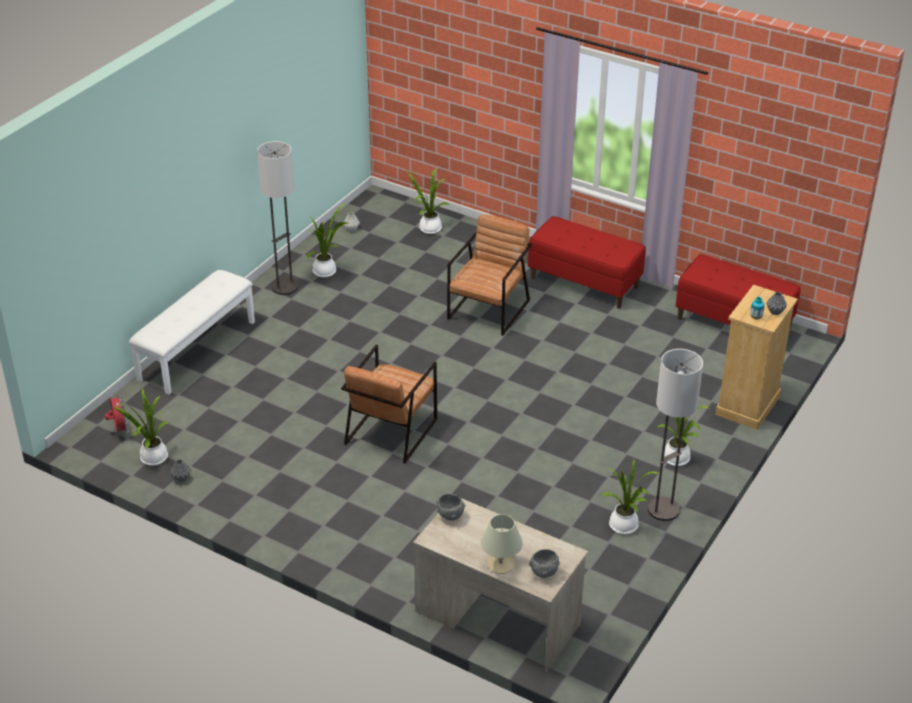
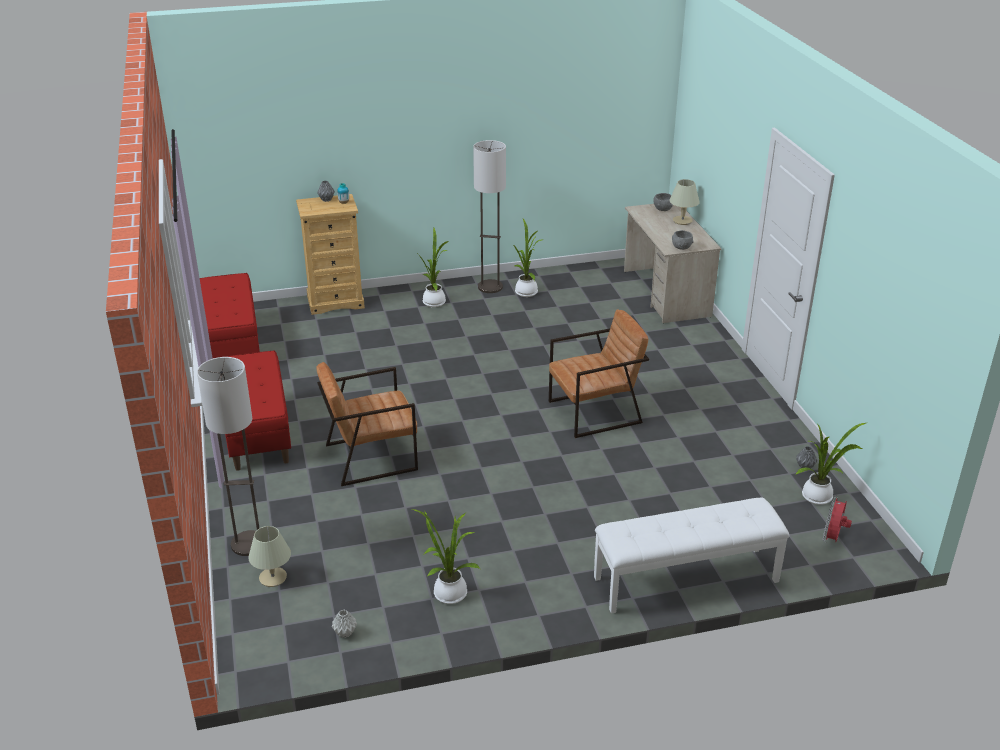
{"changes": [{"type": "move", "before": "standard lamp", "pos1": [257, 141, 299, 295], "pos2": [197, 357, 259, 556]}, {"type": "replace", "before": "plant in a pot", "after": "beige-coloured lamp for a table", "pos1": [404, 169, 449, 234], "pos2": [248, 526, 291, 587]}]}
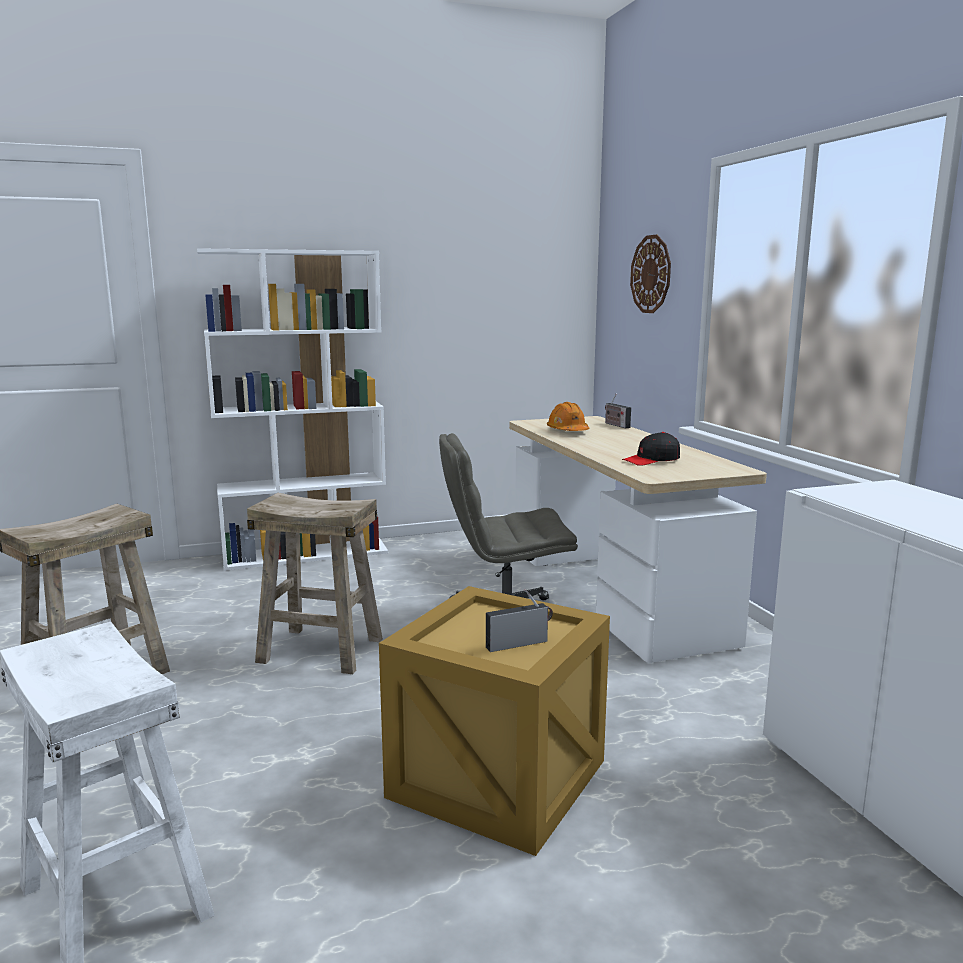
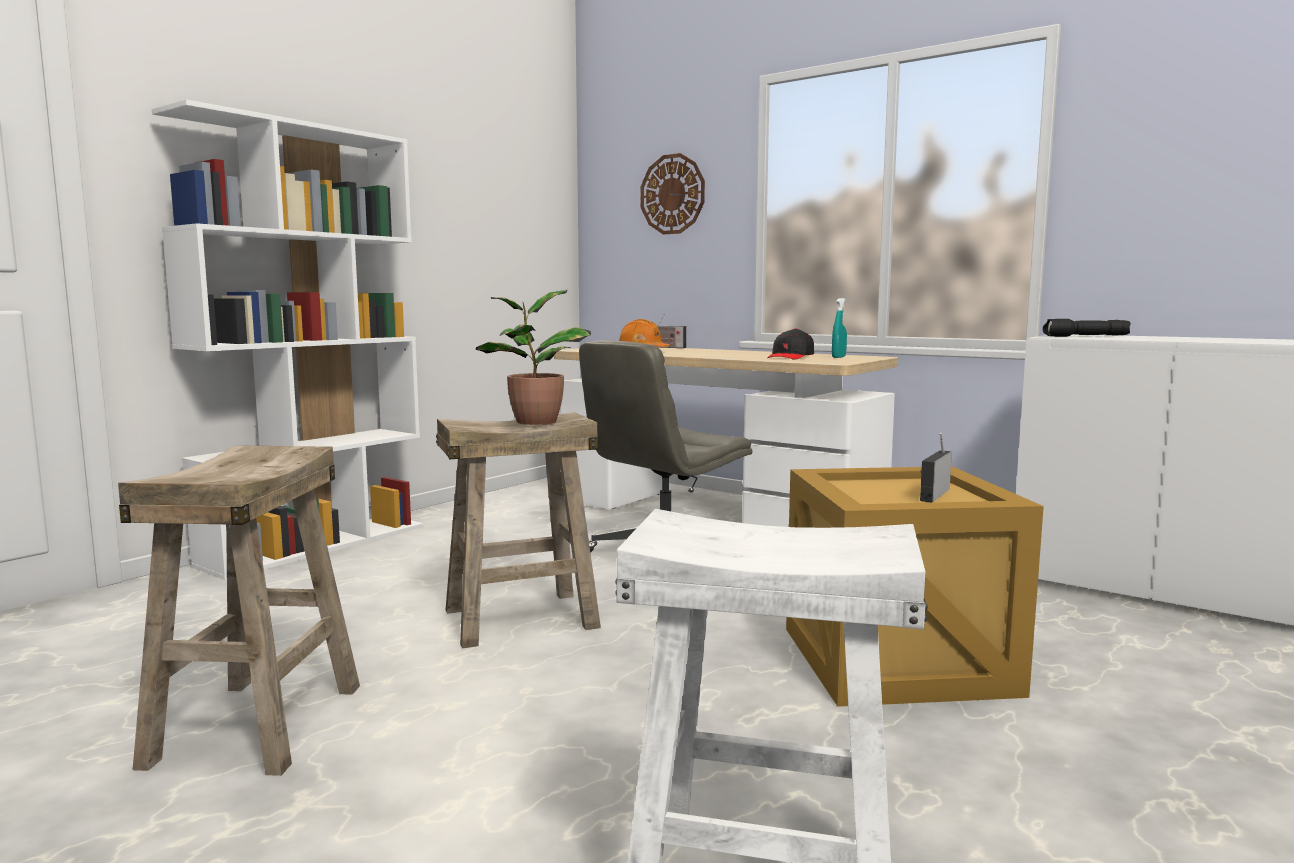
{"changes": [{"type": "insert", "after": "plant in a pot", "pos2": [476, 290, 591, 425]}, {"type": "insert", "after": "turquoise-coloured sprayer", "pos2": [832, 298, 847, 358]}, {"type": "insert", "after": "black hand torch", "pos2": [1043, 319, 1131, 337]}]}
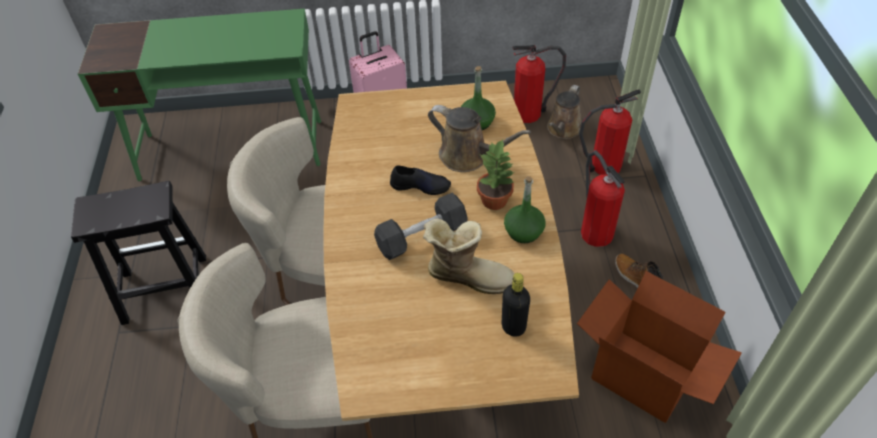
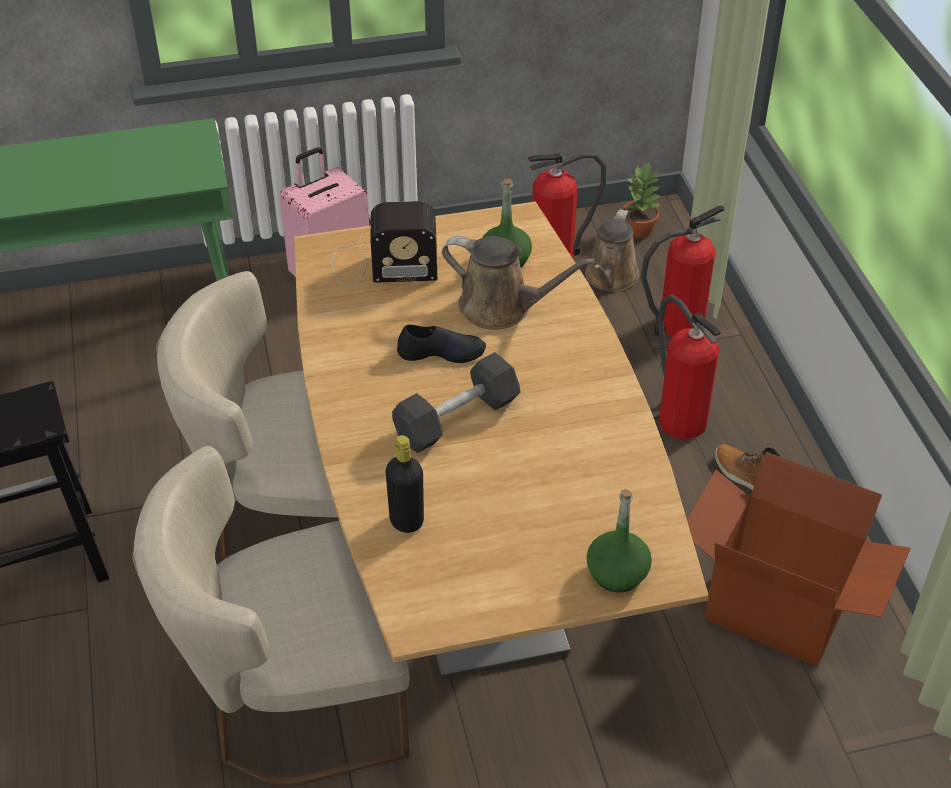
{"changes": [{"type": "delete", "before": "tall boot", "pos1": [423, 218, 515, 294]}, {"type": "insert", "after": "radio", "pos2": [332, 201, 437, 285]}, {"type": "move", "before": "plant in a pot", "pos1": [477, 139, 515, 210], "pos2": [623, 162, 661, 238]}, {"type": "move", "before": "black beverage bottle", "pos1": [502, 273, 530, 337], "pos2": [386, 435, 424, 533]}, {"type": "move", "before": "green-coloured beverage bottle", "pos1": [504, 176, 546, 243], "pos2": [586, 489, 652, 592]}]}
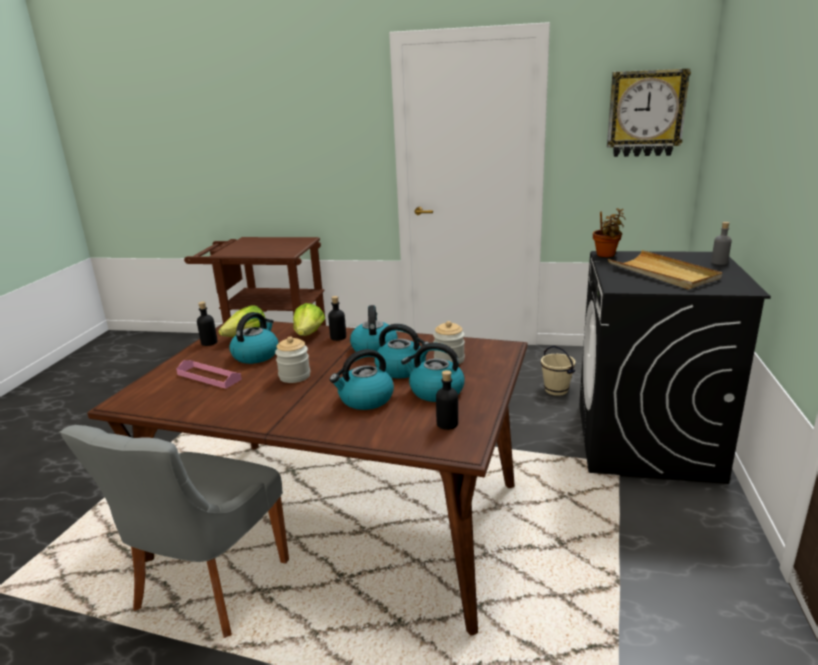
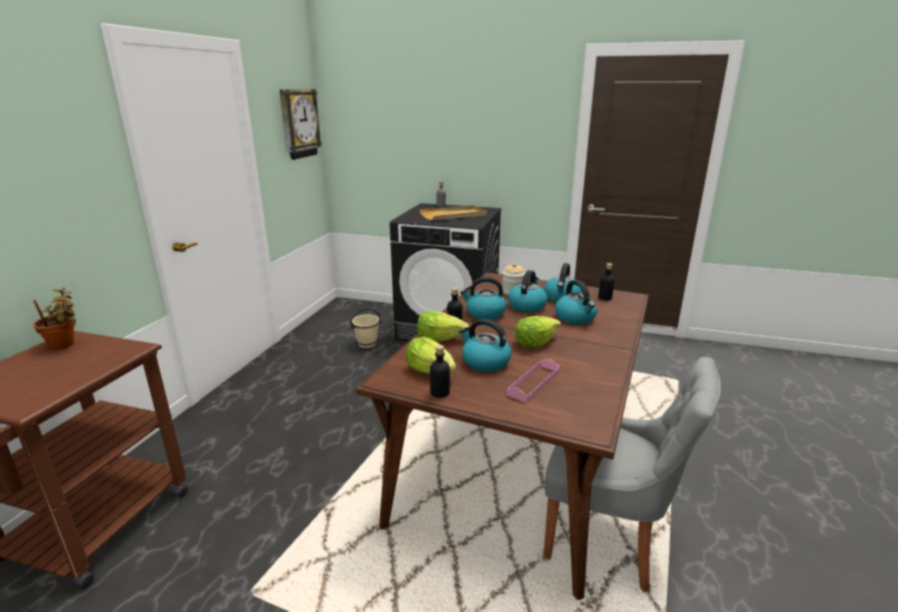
{"changes": [{"type": "move", "before": "plant in a pot", "pos1": [593, 208, 626, 257], "pos2": [33, 288, 76, 350]}, {"type": "replace", "before": "preserve jar", "after": "lettuce", "pos1": [275, 336, 310, 383], "pos2": [515, 316, 561, 348]}]}
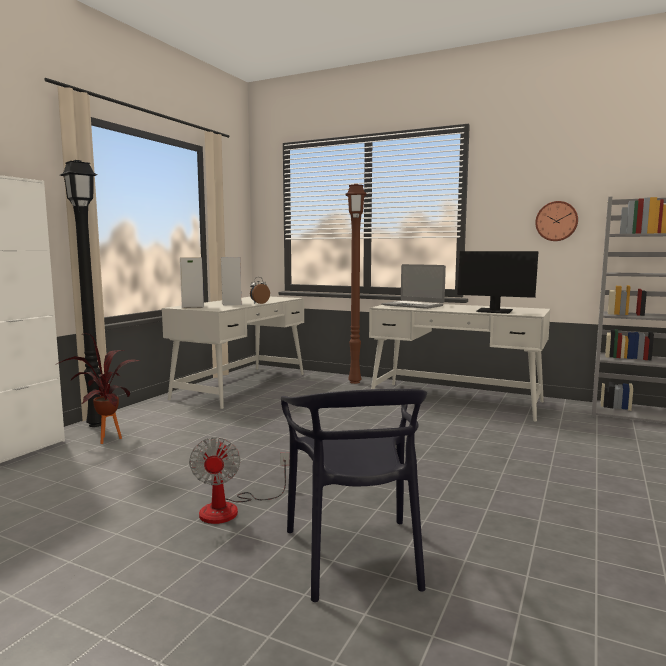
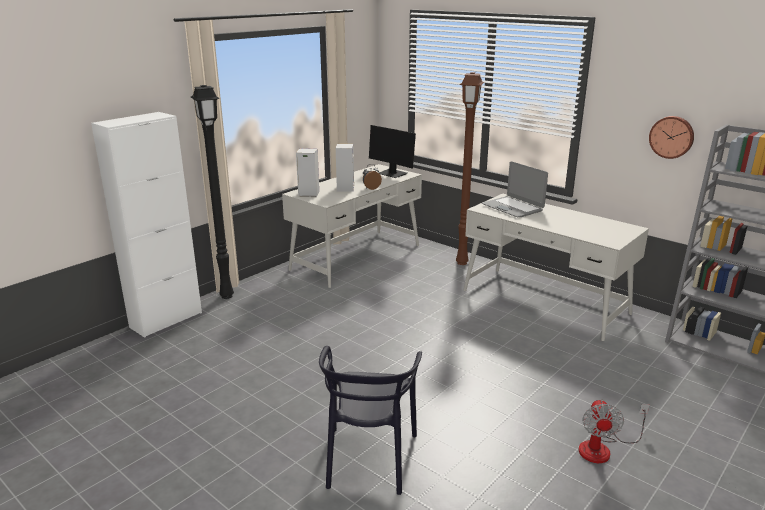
{"changes": [{"type": "delete", "before": "plant in a pot", "pos1": [55, 333, 141, 444]}, {"type": "move", "before": "fan", "pos1": [189, 437, 289, 524], "pos2": [578, 399, 649, 463]}, {"type": "move", "before": "computer screen", "pos1": [457, 251, 539, 314], "pos2": [369, 125, 416, 178]}]}
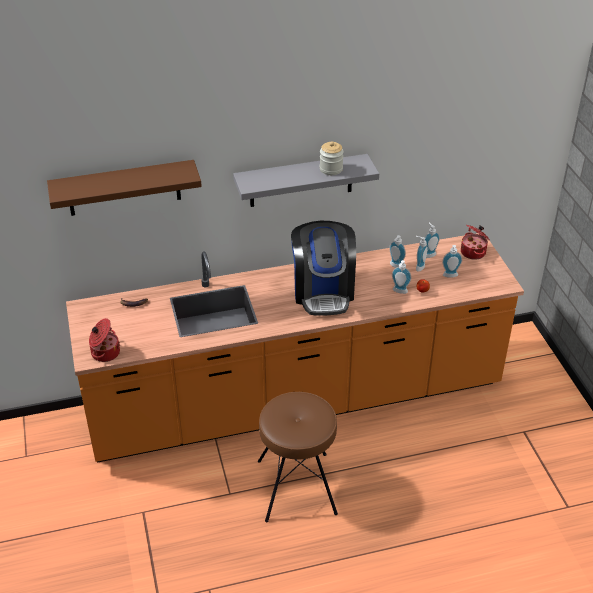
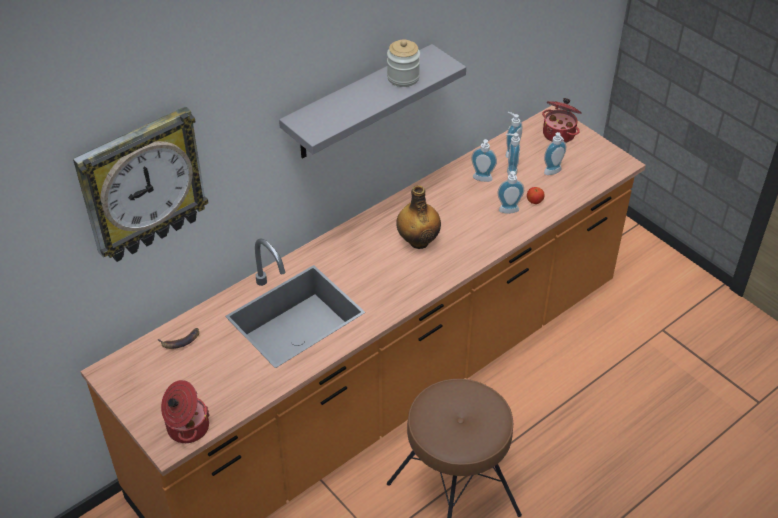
{"changes": [{"type": "replace", "before": "brown wall shelf", "after": "hanging clock", "pos1": [47, 160, 202, 216], "pos2": [73, 106, 209, 262]}, {"type": "replace", "before": "coffee brewer", "after": "beverage bottle", "pos1": [291, 221, 356, 316], "pos2": [396, 185, 441, 249]}]}
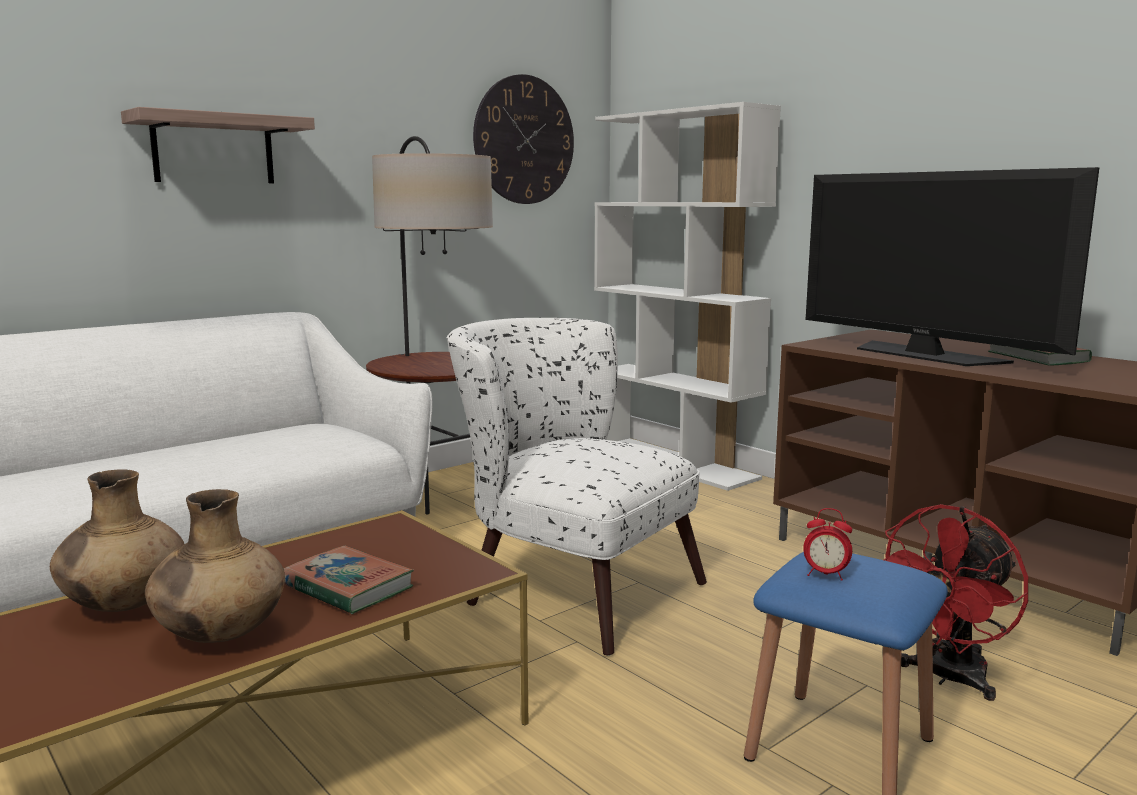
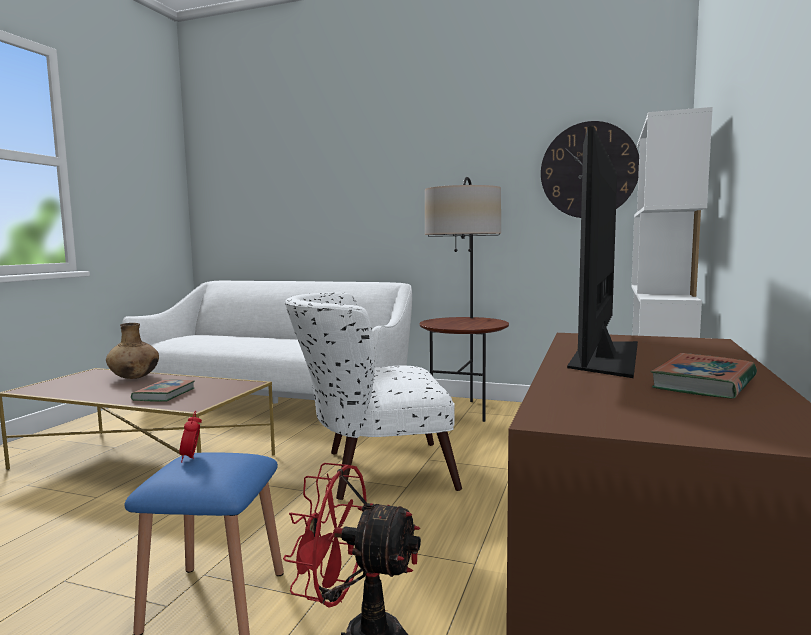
{"changes": [{"type": "delete", "before": "wall shelf", "pos1": [121, 107, 315, 183]}, {"type": "delete", "before": "brown decorative vase", "pos1": [145, 489, 285, 643]}, {"type": "rotate", "before": "white armchair", "pos1": [447, 318, 707, 656], "pos2": [285, 292, 462, 500], "turn": -105}]}
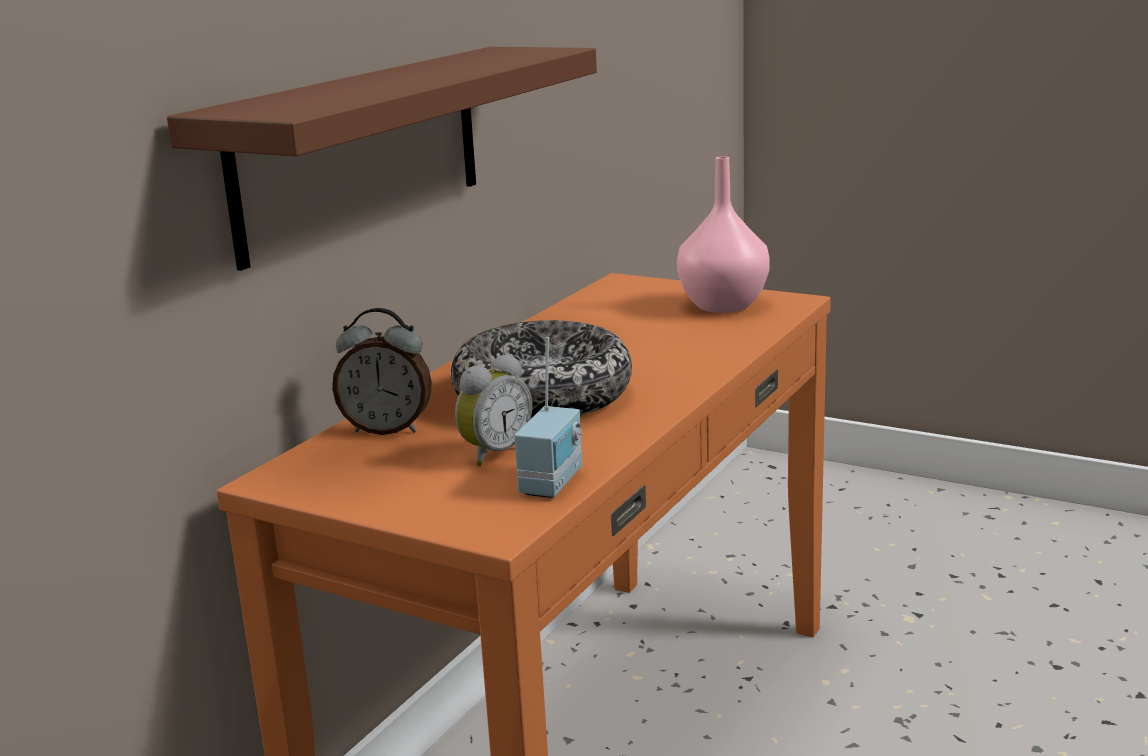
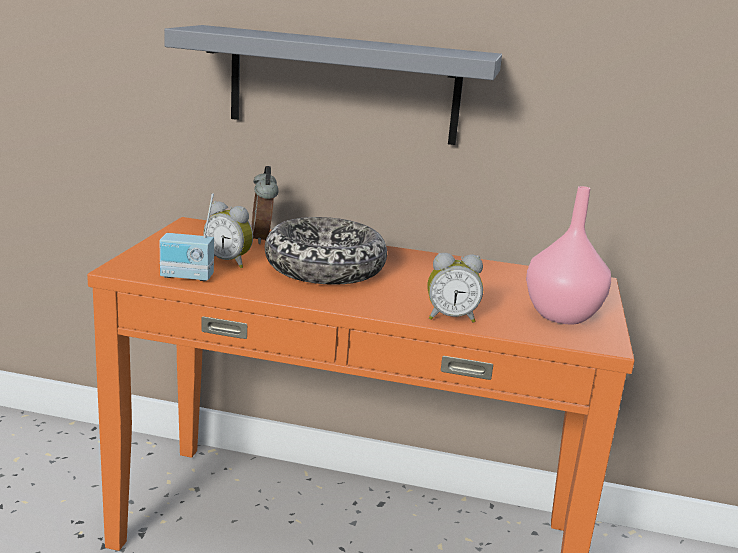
{"changes": [{"type": "insert", "after": "alarm clock", "pos2": [427, 253, 483, 322]}, {"type": "recolor", "before": "brown wall shelf", "after": "gray wall shelf", "pos1": [167, 47, 597, 271], "pos2": [164, 25, 502, 145]}]}
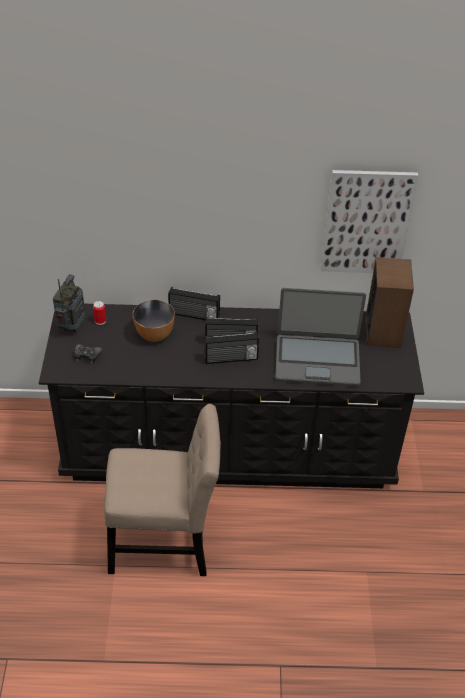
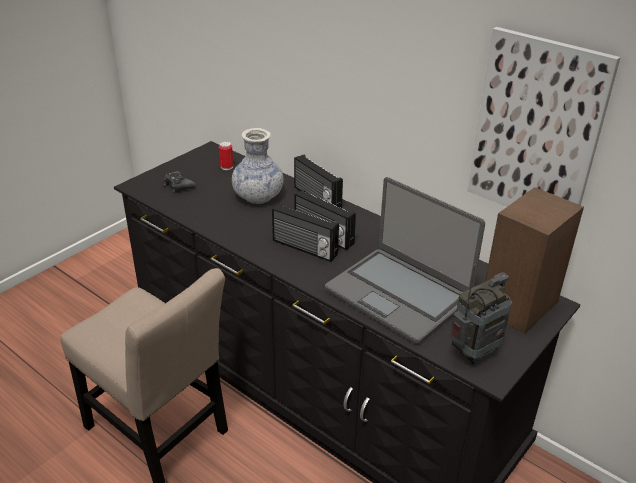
{"changes": [{"type": "move", "before": "radio", "pos1": [53, 274, 85, 334], "pos2": [450, 264, 512, 365]}, {"type": "replace", "before": "deep dish", "after": "decorative vase", "pos1": [133, 300, 175, 342], "pos2": [232, 128, 284, 204]}]}
